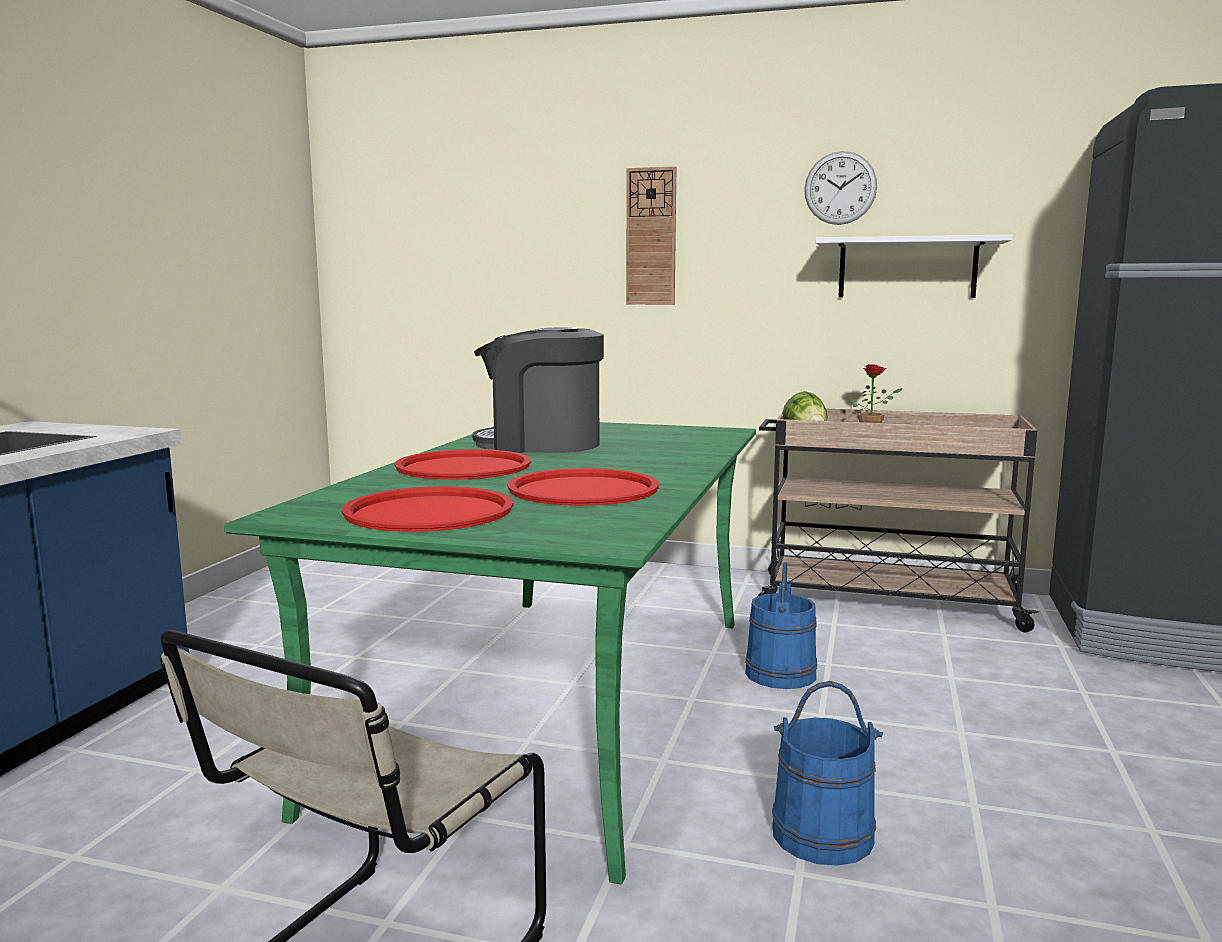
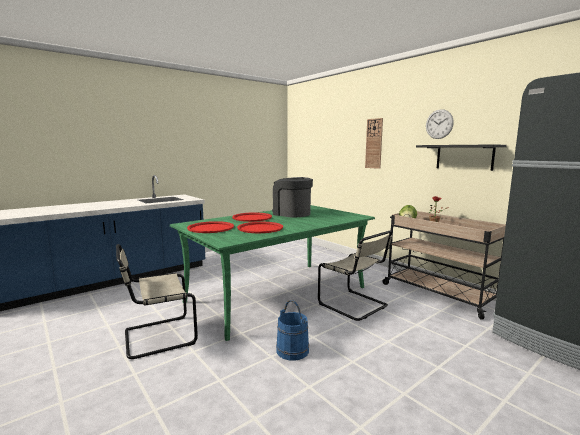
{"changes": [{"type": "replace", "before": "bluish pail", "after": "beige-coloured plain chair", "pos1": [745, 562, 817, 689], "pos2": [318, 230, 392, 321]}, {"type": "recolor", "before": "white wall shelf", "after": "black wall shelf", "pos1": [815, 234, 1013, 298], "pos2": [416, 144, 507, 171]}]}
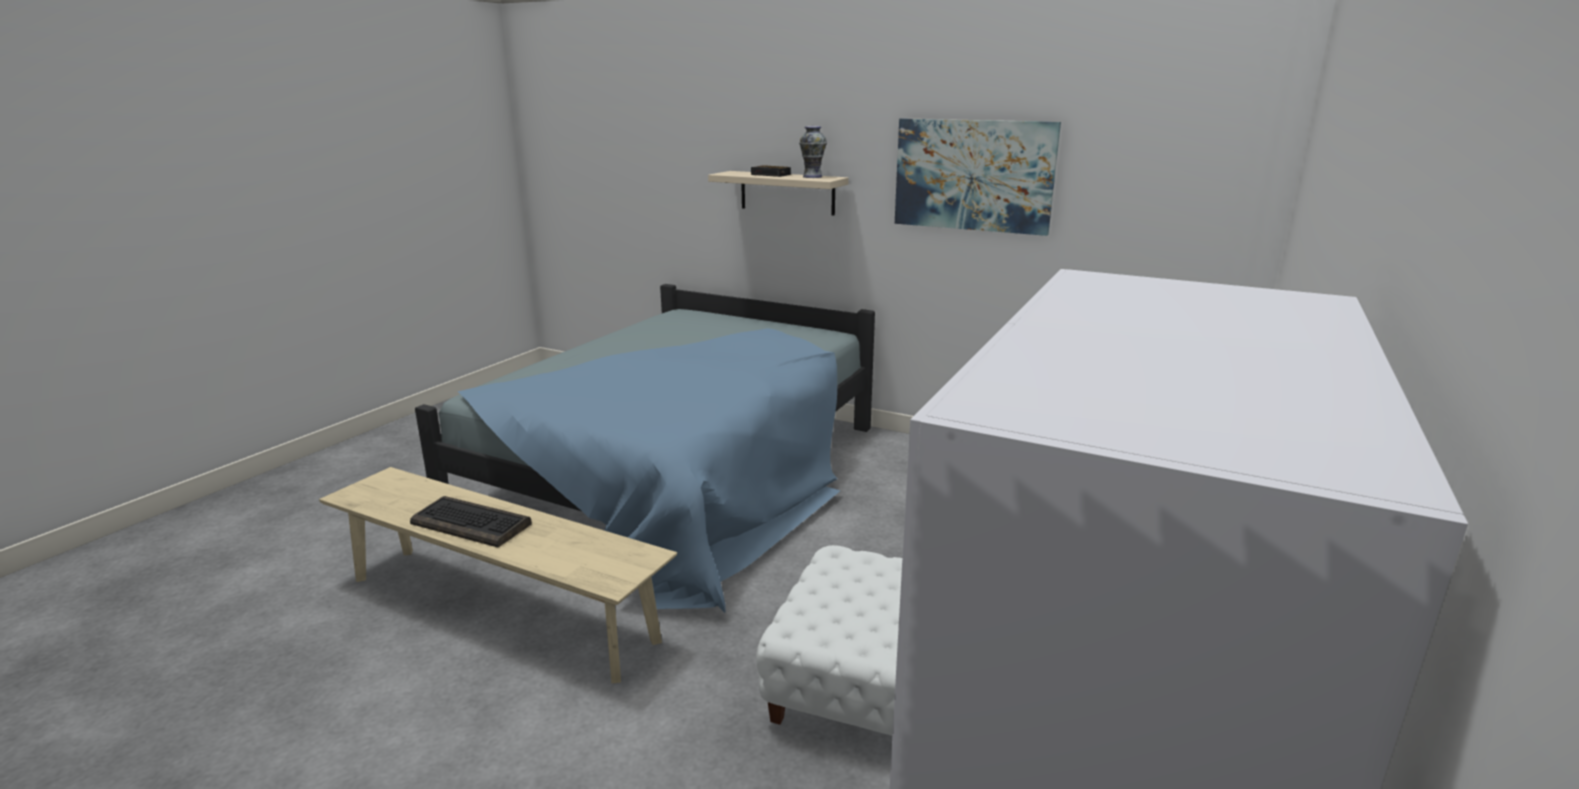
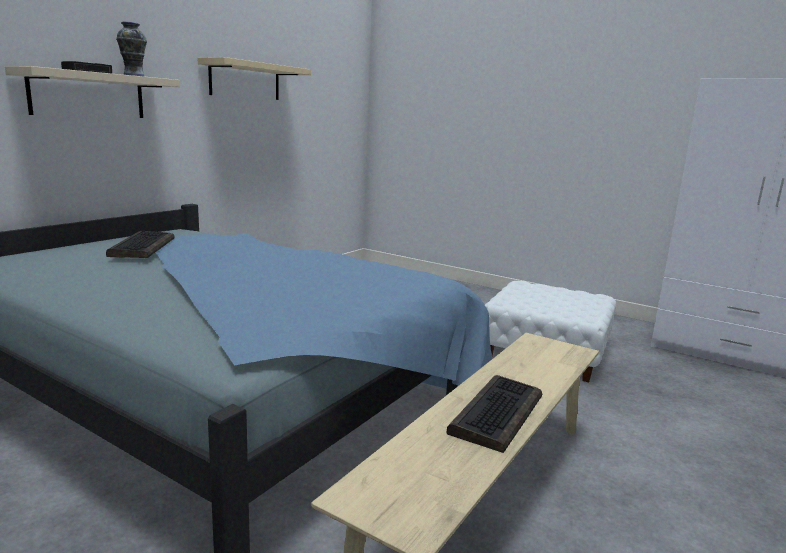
{"changes": [{"type": "insert", "after": "PC keyboard", "pos2": [106, 231, 175, 258]}, {"type": "replace", "before": "picture", "after": "beige-coloured wall shelf", "pos1": [895, 118, 1061, 236], "pos2": [197, 57, 311, 100]}]}
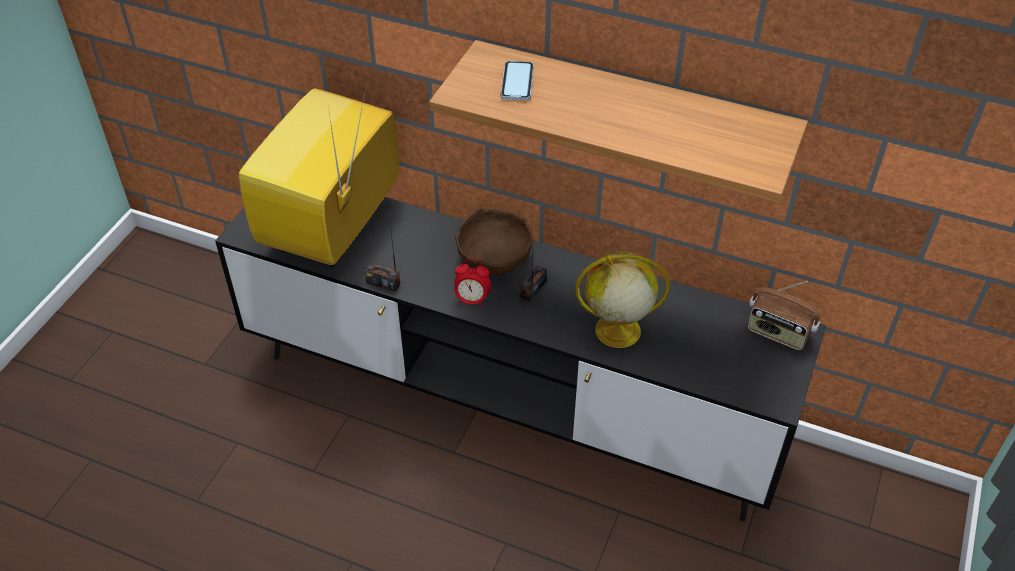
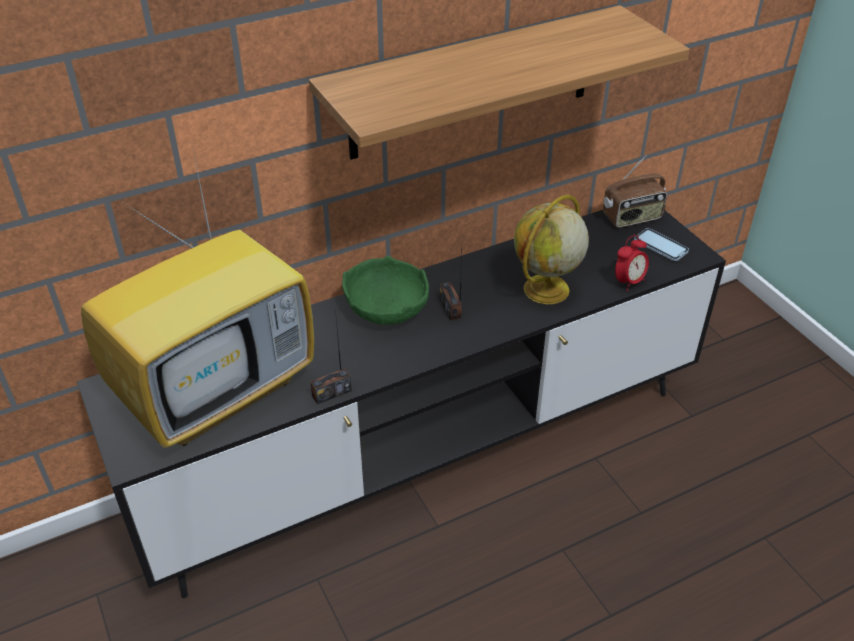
{"changes": [{"type": "move", "before": "alarm clock", "pos1": [455, 259, 491, 308], "pos2": [615, 235, 649, 291]}, {"type": "move", "before": "telephone", "pos1": [500, 61, 534, 100], "pos2": [634, 228, 689, 261]}, {"type": "recolor", "before": "brown deep dish", "after": "green-coloured deep dish", "pos1": [455, 208, 533, 274], "pos2": [342, 255, 429, 325]}, {"type": "rotate", "before": "television", "pos1": [239, 83, 399, 267], "pos2": [81, 146, 314, 448], "turn": -105}]}
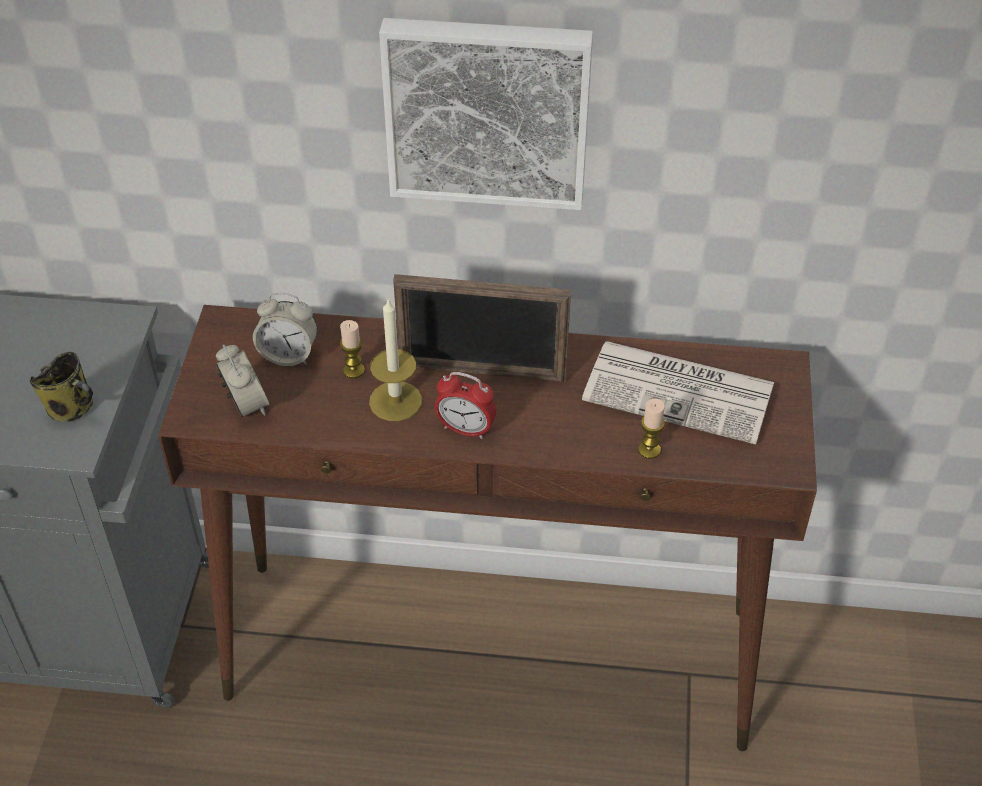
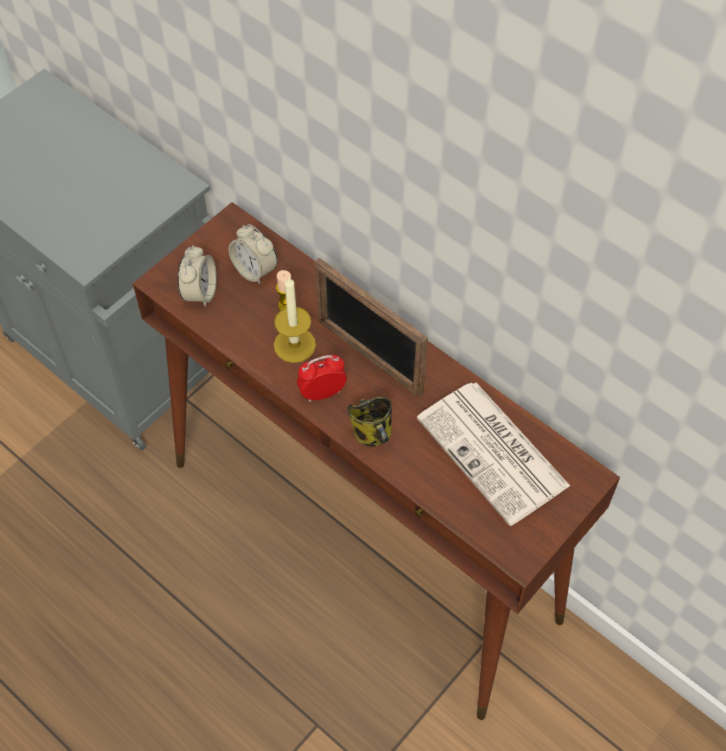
{"changes": [{"type": "delete", "before": "picture", "pos1": [379, 18, 593, 210]}, {"type": "delete", "before": "wax candle", "pos1": [638, 398, 665, 459]}, {"type": "move", "before": "tea mug", "pos1": [30, 352, 93, 422], "pos2": [348, 397, 392, 446]}, {"type": "rotate", "before": "alarm clock", "pos1": [435, 372, 496, 439], "pos2": [297, 355, 347, 402], "turn": 105}]}
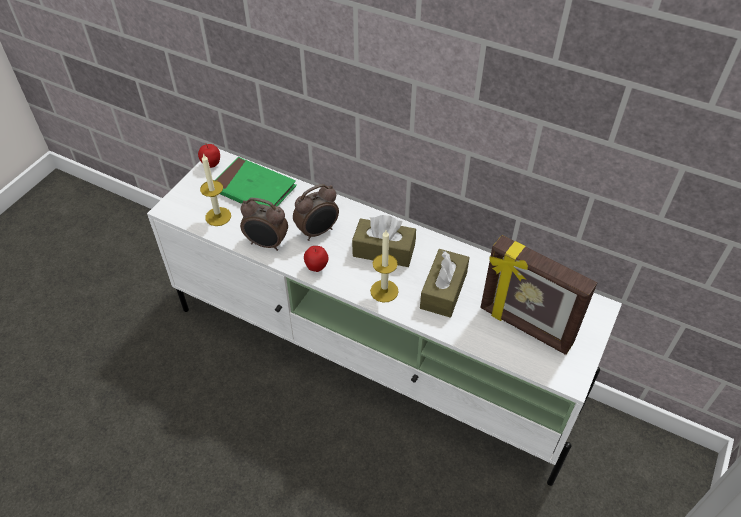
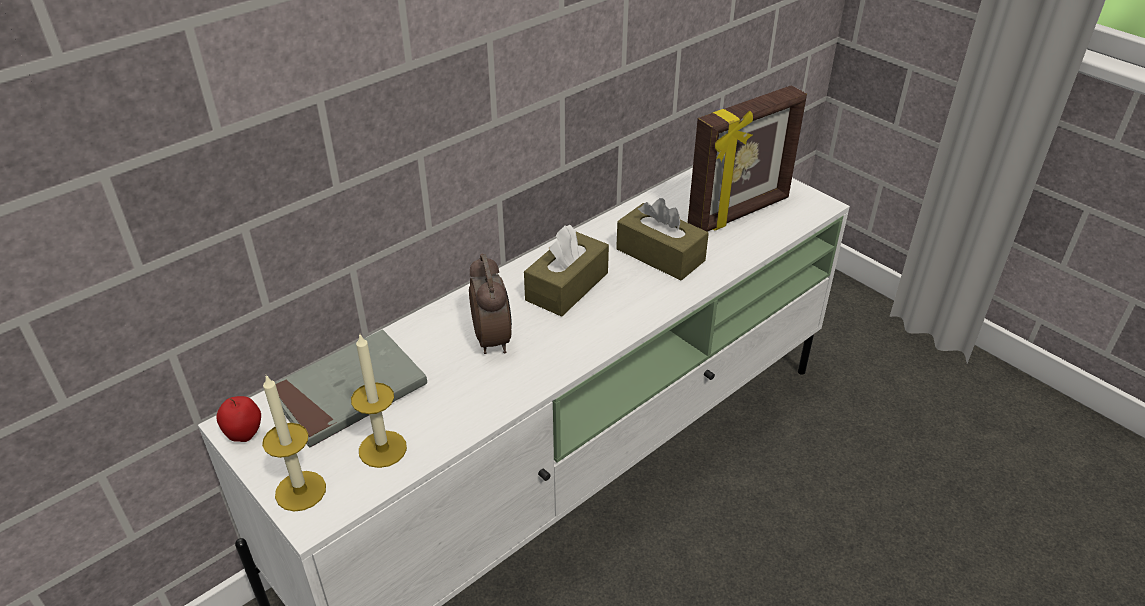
{"changes": [{"type": "delete", "before": "alarm clock", "pos1": [240, 198, 288, 251]}, {"type": "delete", "before": "whole apple", "pos1": [304, 246, 328, 272]}, {"type": "move", "before": "wax candle", "pos1": [370, 230, 399, 303], "pos2": [262, 375, 326, 512]}, {"type": "recolor", "before": "green-coloured bound book", "after": "gray bound book", "pos1": [215, 157, 297, 207], "pos2": [275, 330, 427, 447]}]}
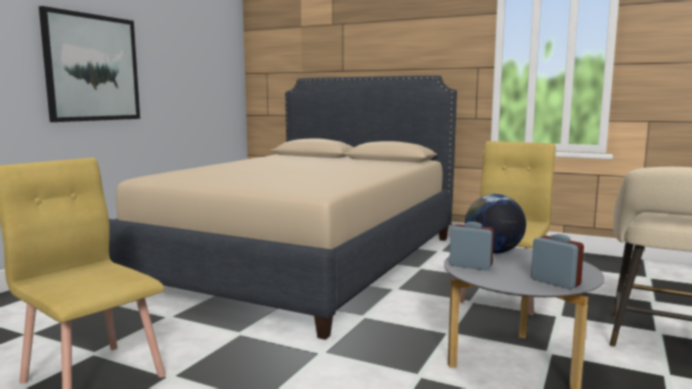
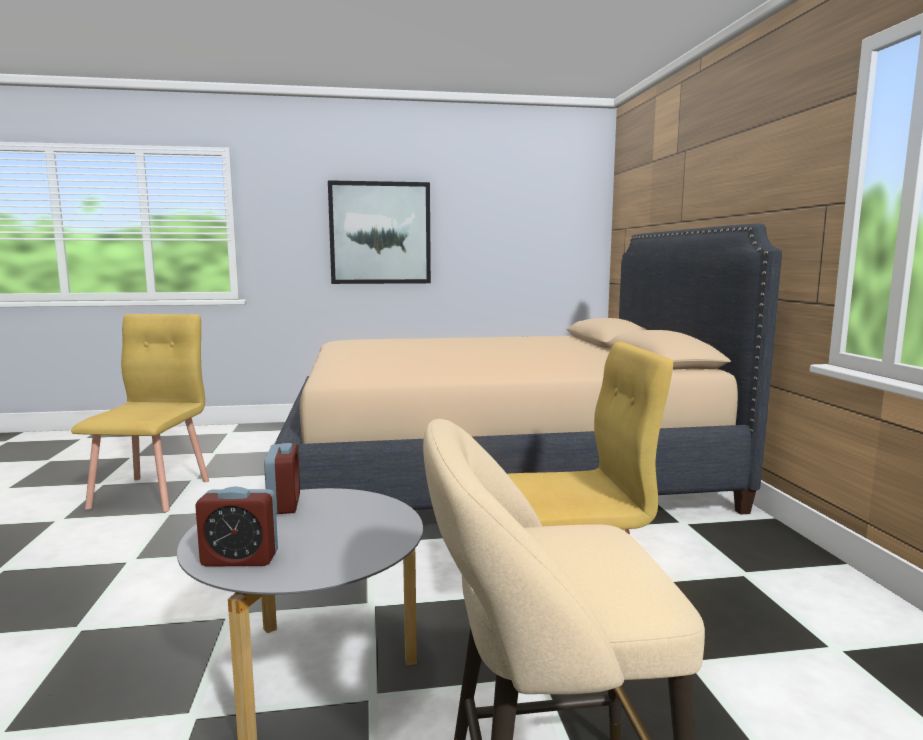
{"changes": [{"type": "delete", "before": "globe", "pos1": [465, 194, 526, 254]}, {"type": "rotate", "before": "alarm clock", "pos1": [531, 234, 584, 289], "pos2": [195, 486, 278, 566], "turn": 75}]}
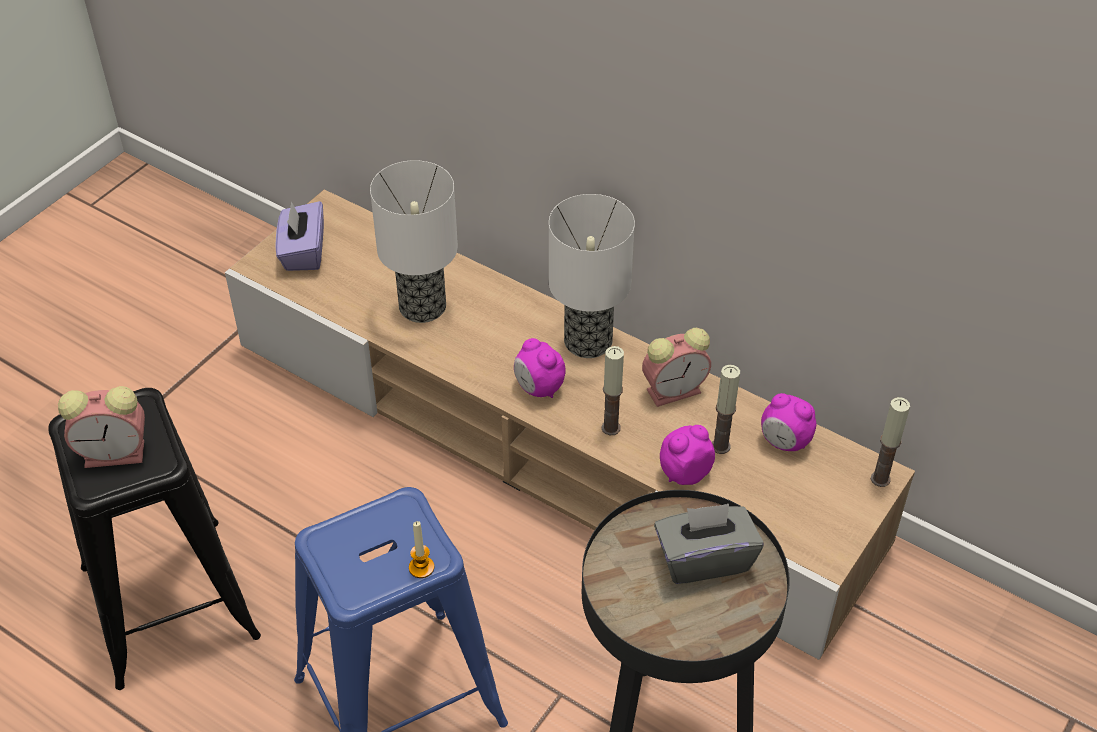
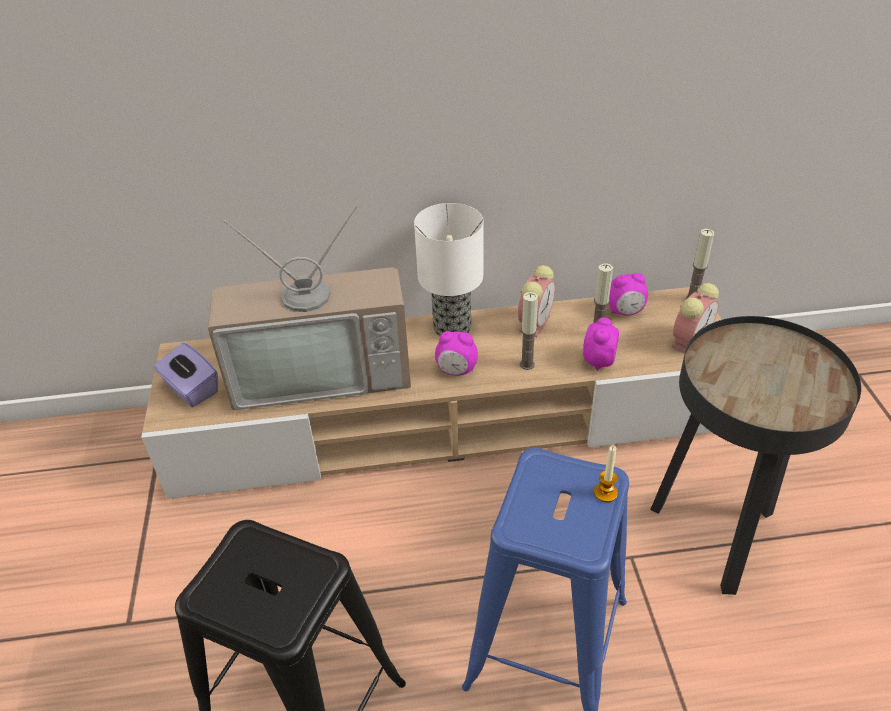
{"changes": [{"type": "delete", "before": "gray box of tissues", "pos1": [654, 504, 763, 584]}, {"type": "move", "before": "alarm clock", "pos1": [58, 386, 145, 468], "pos2": [672, 283, 719, 353]}, {"type": "replace", "before": "lamp for a table", "after": "television", "pos1": [370, 160, 458, 323], "pos2": [208, 206, 411, 410]}]}
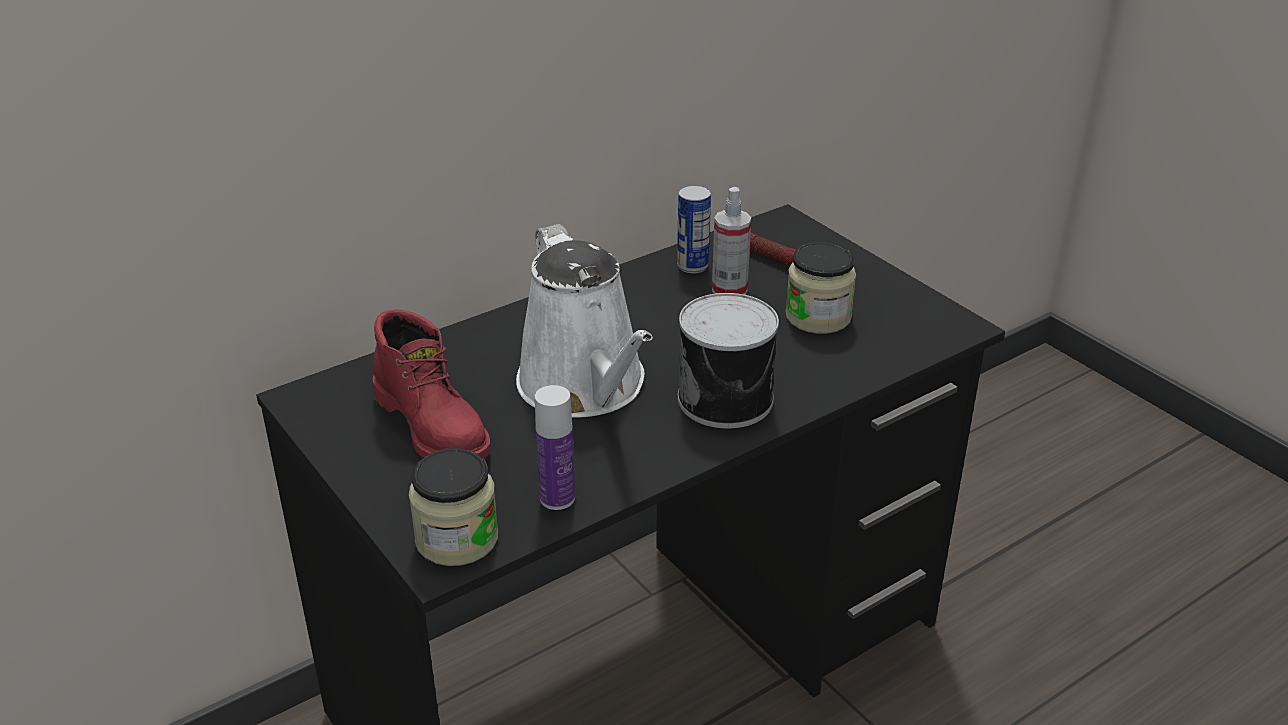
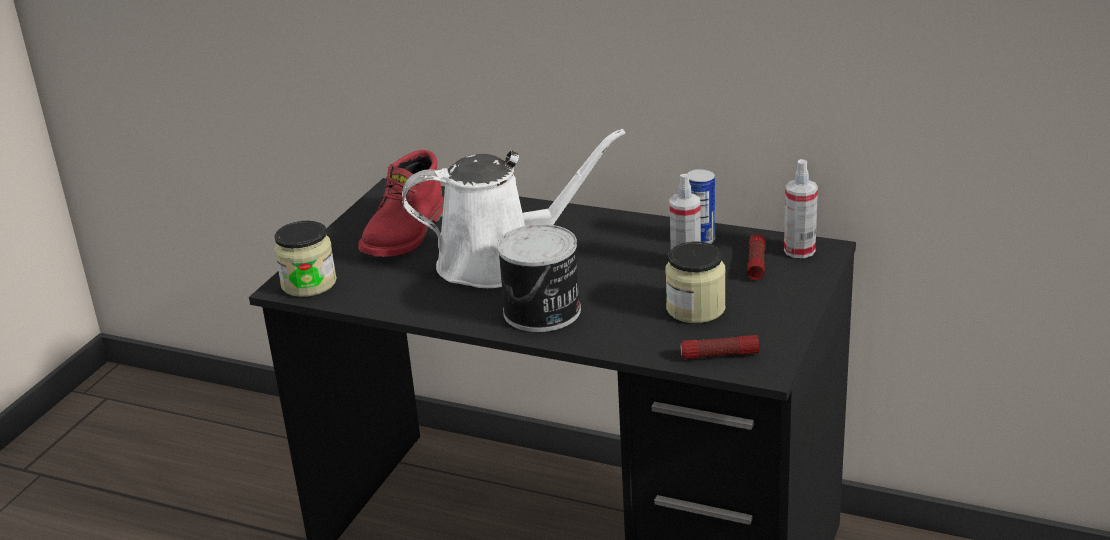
{"changes": [{"type": "delete", "before": "beverage bottle", "pos1": [535, 385, 575, 510]}, {"type": "insert", "after": "hand torch", "pos2": [681, 335, 759, 359]}, {"type": "insert", "after": "sprayer", "pos2": [784, 159, 818, 258]}, {"type": "rotate", "before": "white watering pot", "pos1": [516, 224, 653, 418], "pos2": [402, 129, 625, 288], "turn": -135}]}
